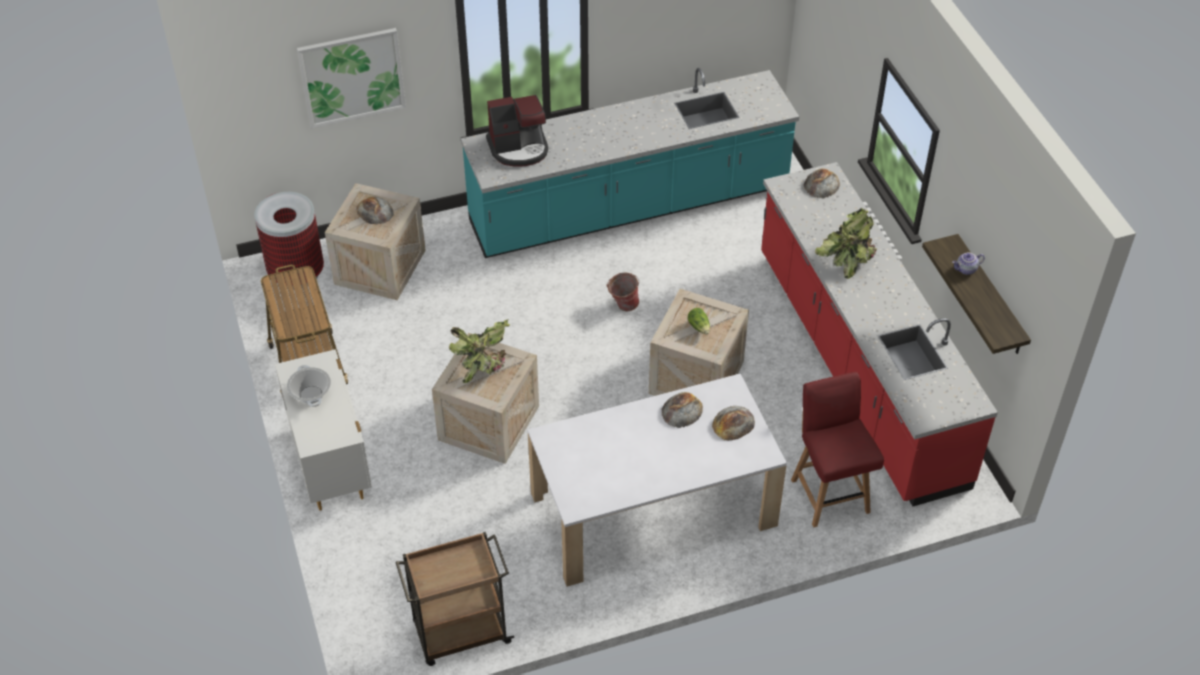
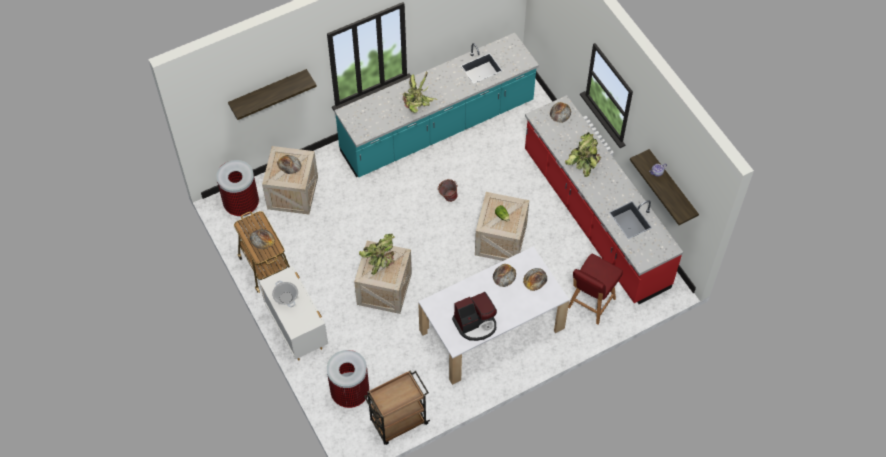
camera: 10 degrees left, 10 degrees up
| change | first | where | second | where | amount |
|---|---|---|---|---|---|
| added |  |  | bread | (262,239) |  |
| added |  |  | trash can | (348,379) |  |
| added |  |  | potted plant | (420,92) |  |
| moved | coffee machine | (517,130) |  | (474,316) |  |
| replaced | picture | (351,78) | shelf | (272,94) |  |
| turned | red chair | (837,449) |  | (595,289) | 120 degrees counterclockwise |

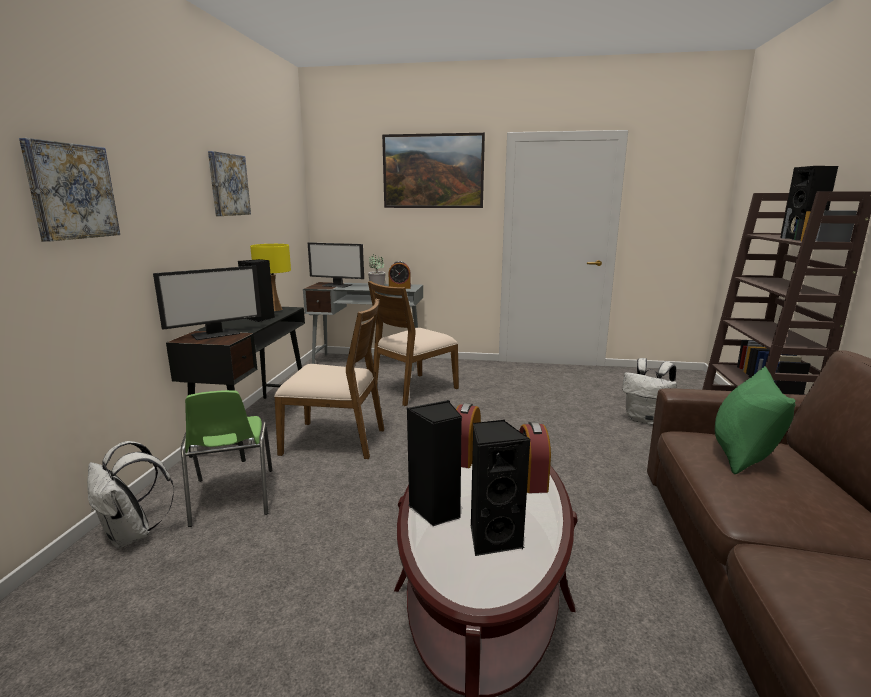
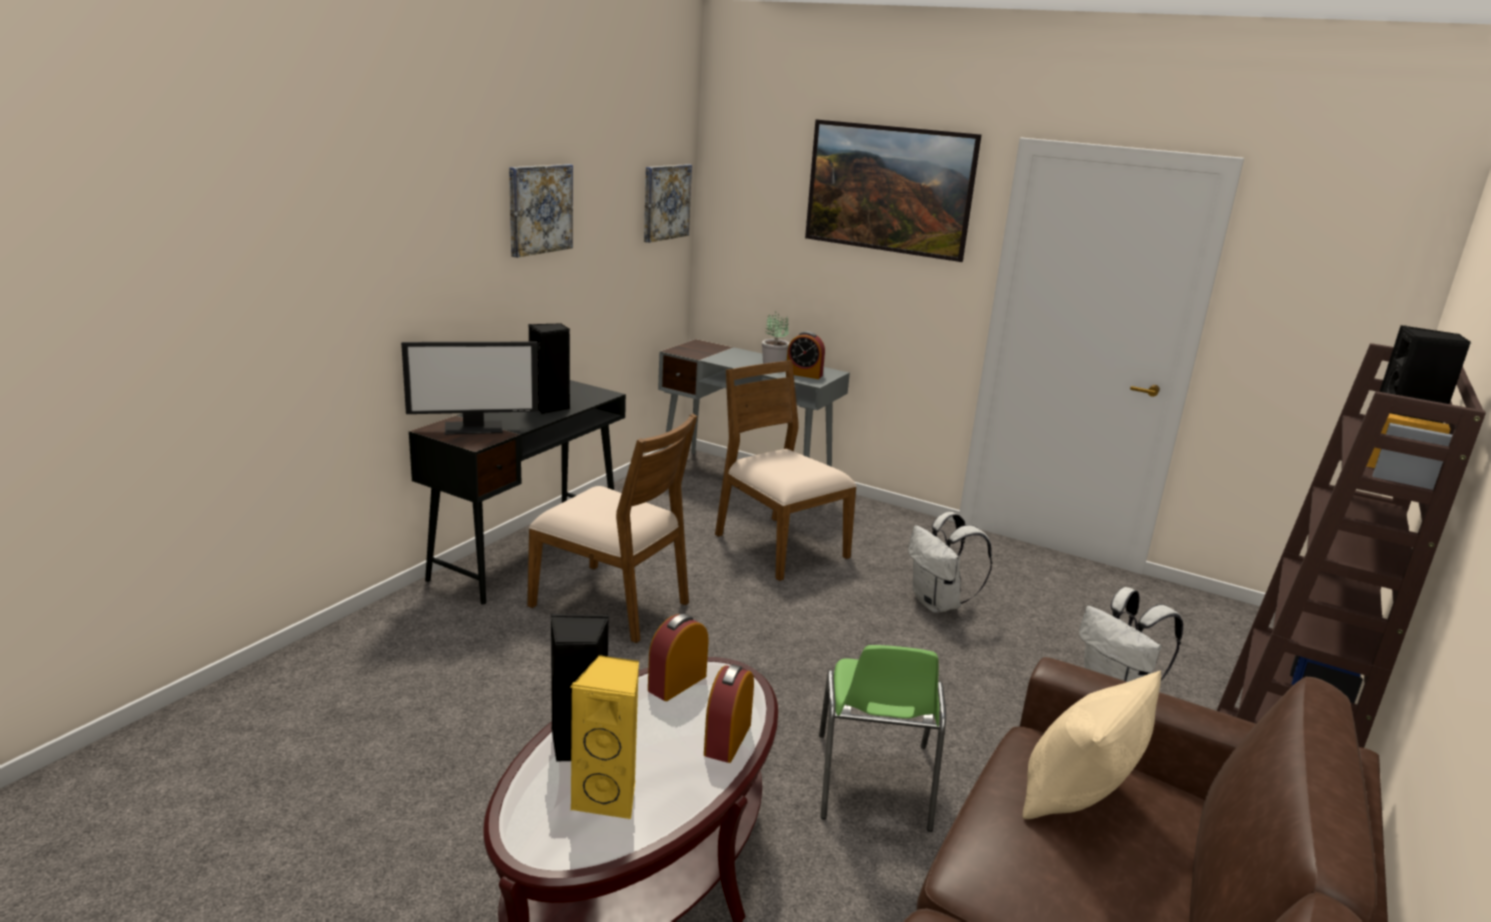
camera: 20 degrees right, 5 degrees up
| change | first | where | second | where | amount |
|---|---|---|---|---|---|
| removed | yellow table lamp | (270,277) |  |  |  |
| removed | monitor | (336,265) |  |  |  |
| moved | picture | (69,190) |  | (668,203) |  |
| moved | white backpack | (130,495) |  | (950,562) |  |
| moved | green chair | (226,458) |  | (882,738) |  |
| recoloured | black speaker | (500,488) | yellow speaker | (604,737) |  |
| recoloured | green pillow | (755,420) | beige pillow | (1091,744) |  |
| turned | brown chair | (413,343) |  | (786,470) | 75 degrees clockwise |

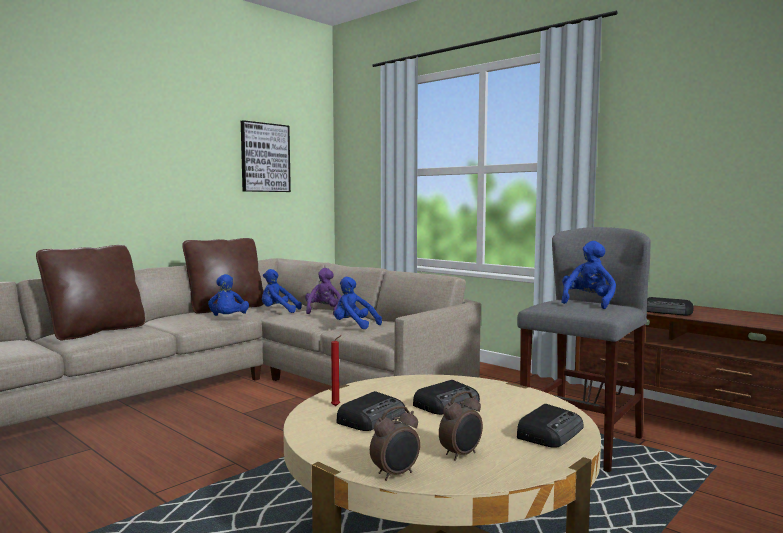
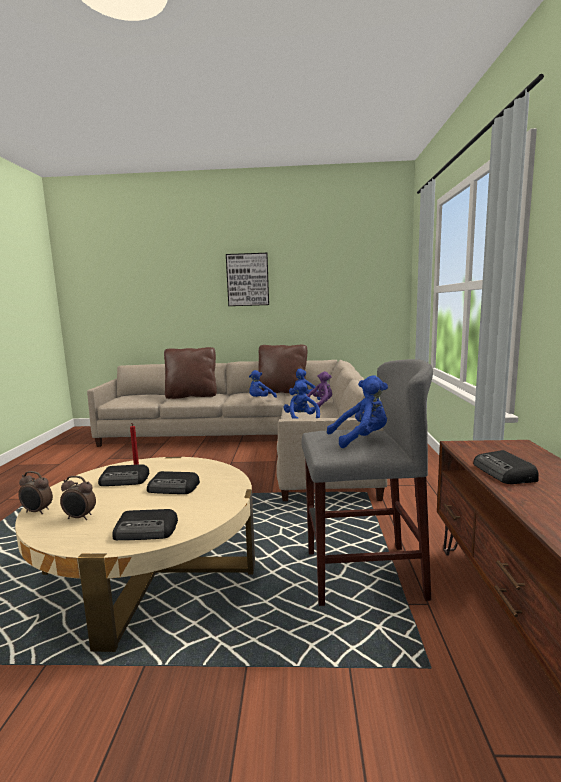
camera: 50 degrees right, 5 degrees up
| change | first | where | second | where | amount |
|---|---|---|---|---|---|
| moved | picture | (266,156) |  | (247,279) |  |

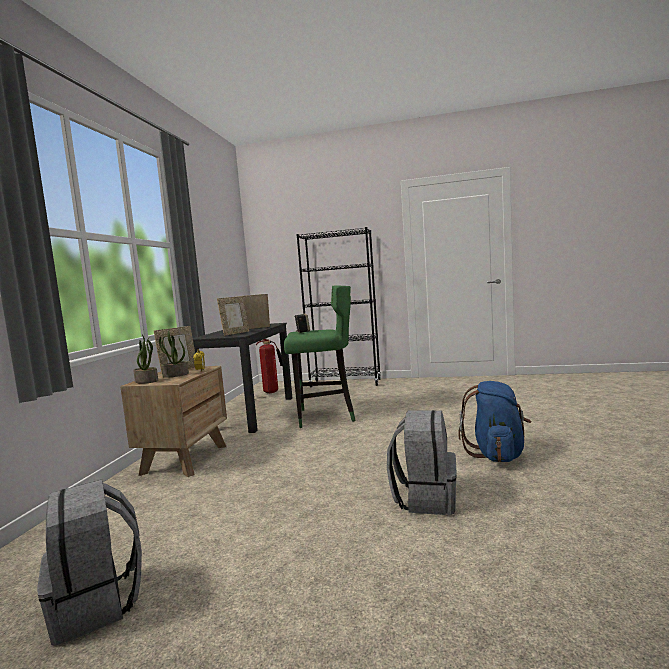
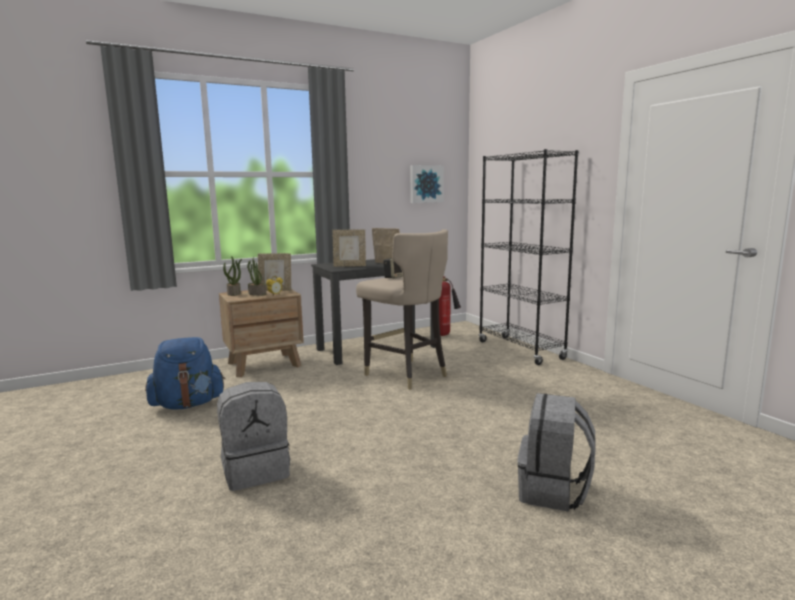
camera: 50 degrees right, 5 degrees up
| change | first | where | second | where | amount |
|---|---|---|---|---|---|
| added |  |  | picture | (427,184) |  |
| moved | grey backpack | (89,563) |  | (556,452) |  |
| moved | blue backpack | (495,421) |  | (185,373) |  |
| recoloured | green stool | (320,356) | beige stool | (402,309) |  |

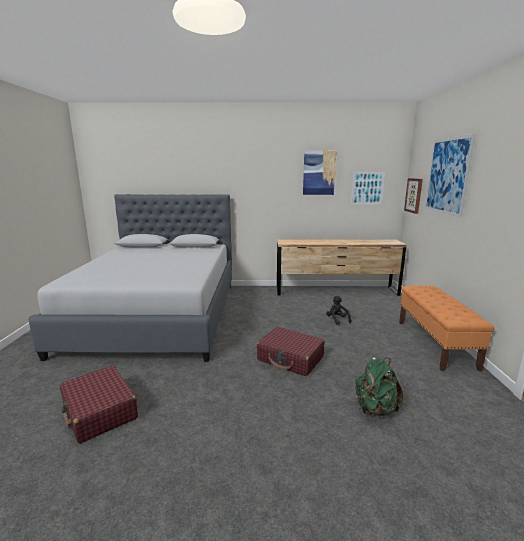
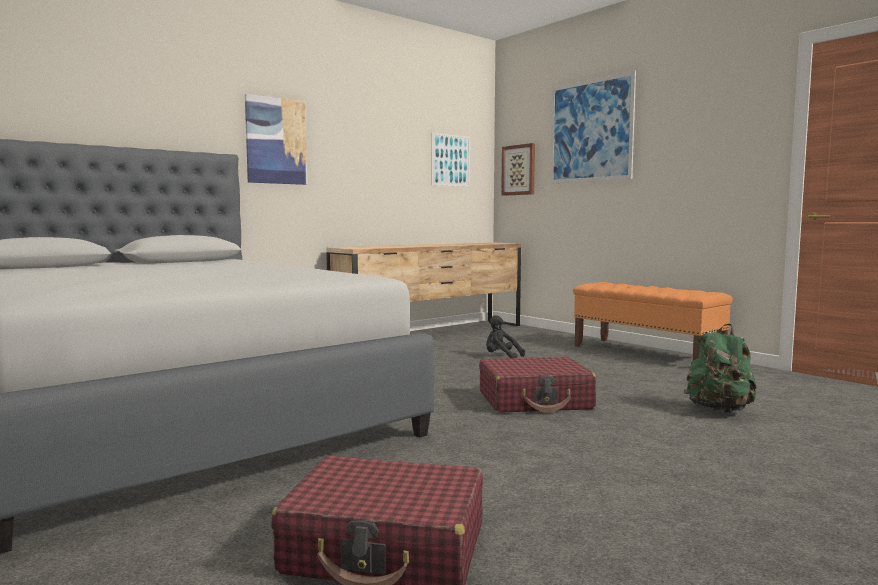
camera: 40 degrees left, 10 degrees down
| change | first | where | second | where | amount |
|---|---|---|---|---|---|
| moved | picture | (320,172) |  | (276,139) |  |

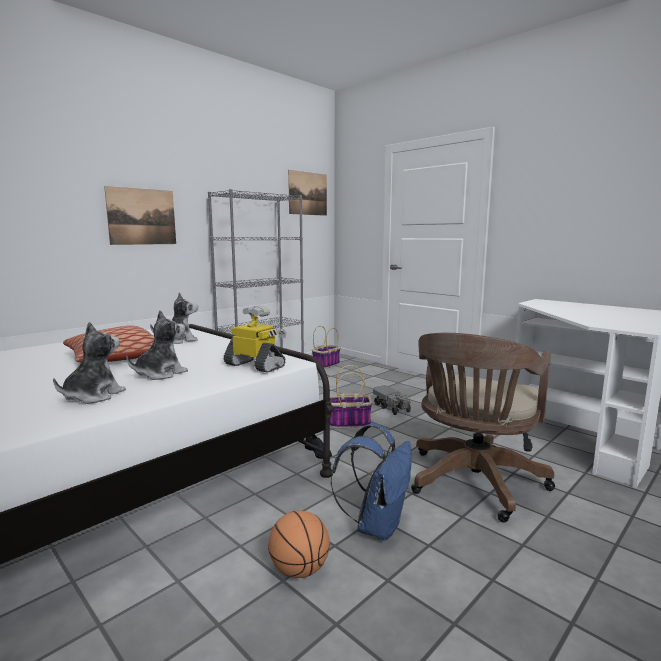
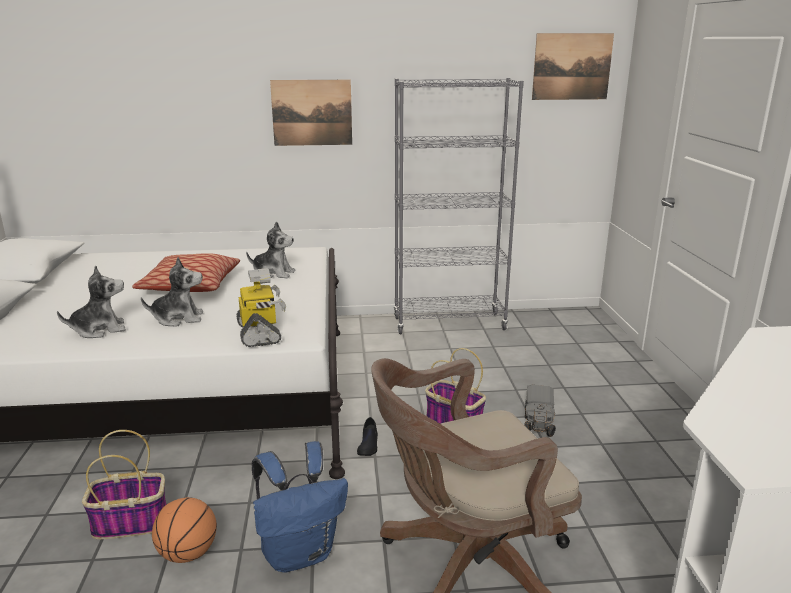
camera: 40 degrees right, 10 degrees up
| change | first | where | second | where | amount |
|---|---|---|---|---|---|
| moved | basket | (326,347) |  | (124,484) |  |

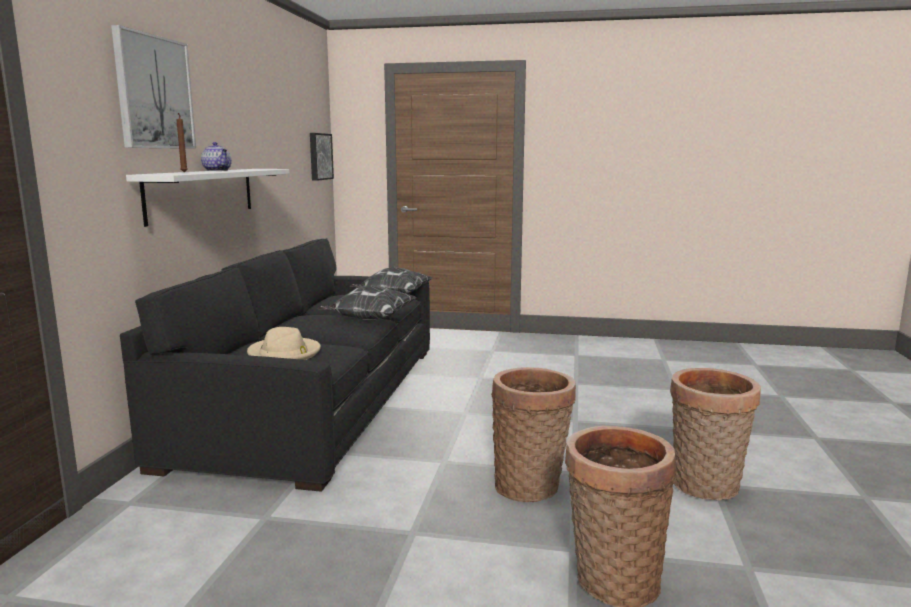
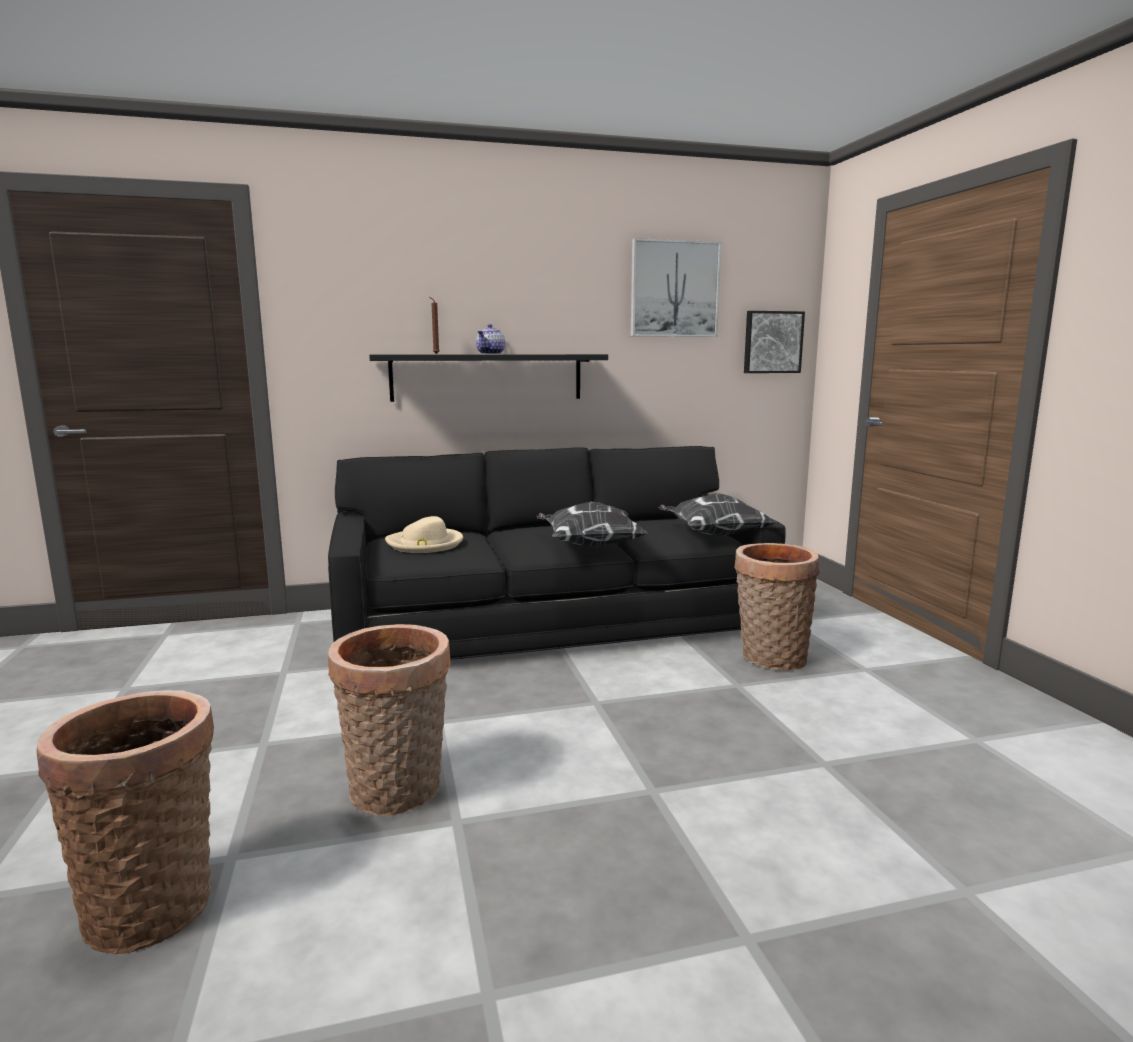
camera: 65 degrees right, 0 degrees up
| change | first | where | second | where | amount |
|---|---|---|---|---|---|
| moved | picture | (153,87) |  | (676,287) |  |
| moved | basket | (715,434) |  | (777,607) |  |
| recoloured | white shelf | (207,198) | black shelf | (488,378) |  |

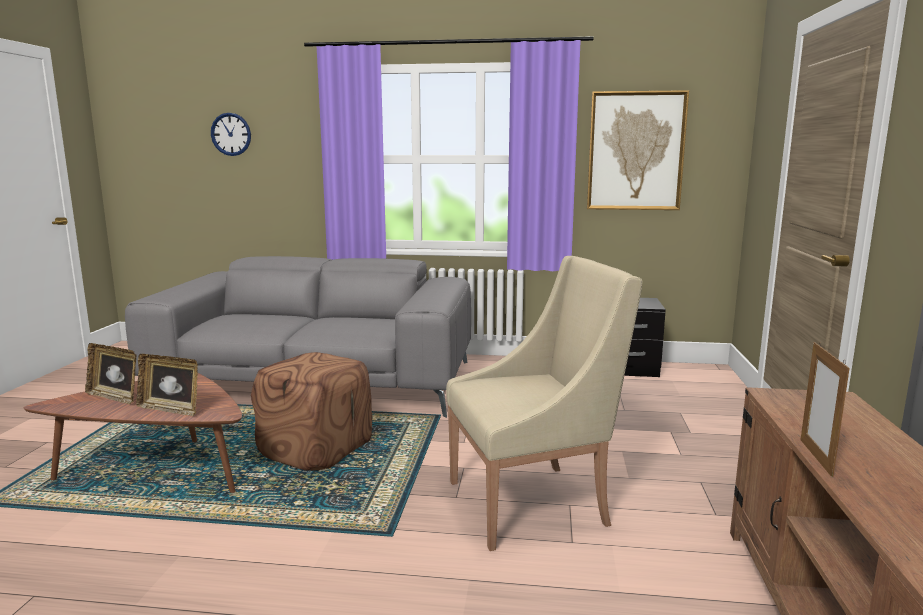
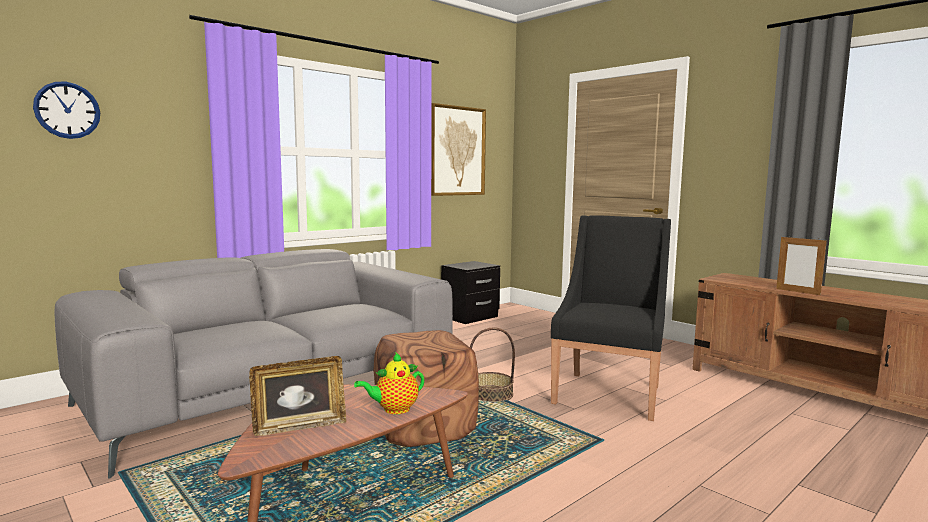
camera: 50 degrees left, 5 degrees down
| change | first | where | second | where | amount |
|---|---|---|---|---|---|
| added |  |  | basket | (492,364) |  |
| replaced | picture frame | (167,385) | teapot | (389,383) |  |
| recoloured | beige armchair | (544,403) | black armchair | (611,318) |  |

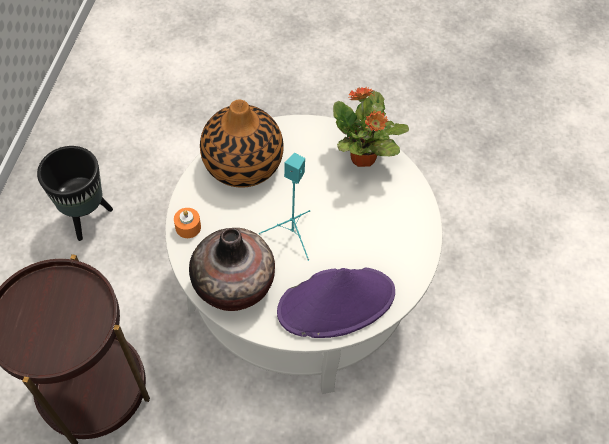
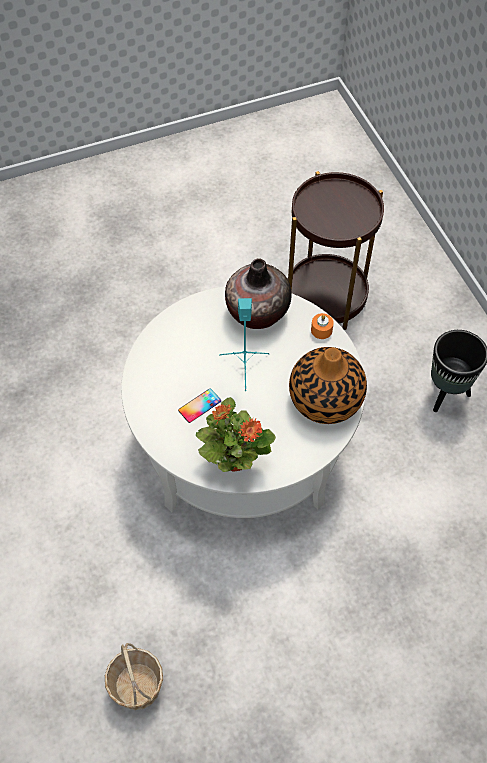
camera: 150 degrees right, 0 degrees up
| change | first | where | second | where | amount |
|---|---|---|---|---|---|
| removed | purple hat | (336,303) |  |  |  |
| added |  |  | basket | (134,676) |  |
| added |  |  | phone | (199,405) |  |

